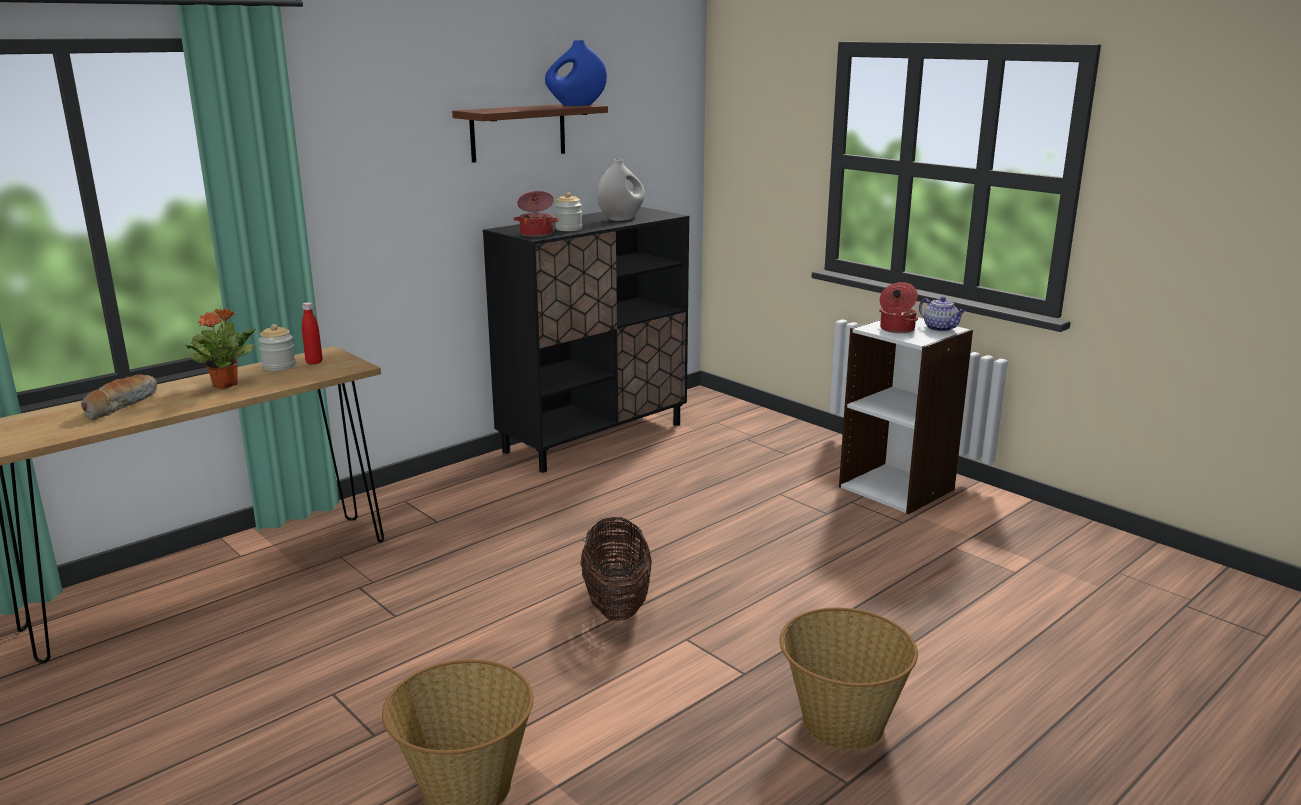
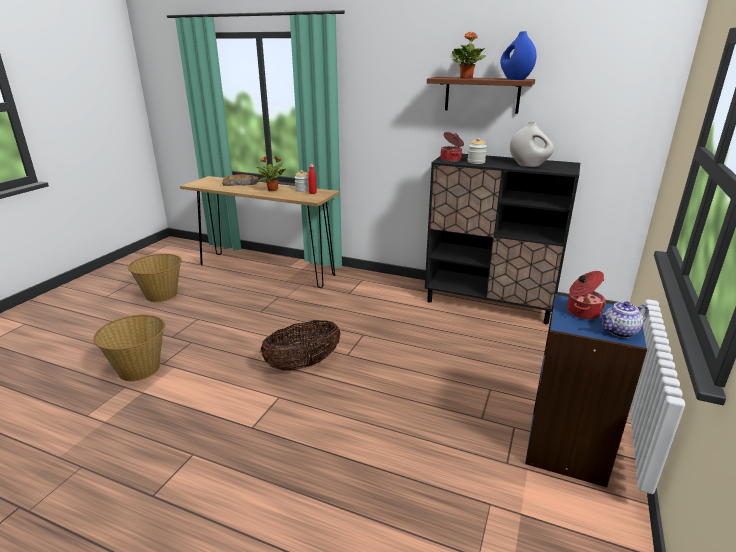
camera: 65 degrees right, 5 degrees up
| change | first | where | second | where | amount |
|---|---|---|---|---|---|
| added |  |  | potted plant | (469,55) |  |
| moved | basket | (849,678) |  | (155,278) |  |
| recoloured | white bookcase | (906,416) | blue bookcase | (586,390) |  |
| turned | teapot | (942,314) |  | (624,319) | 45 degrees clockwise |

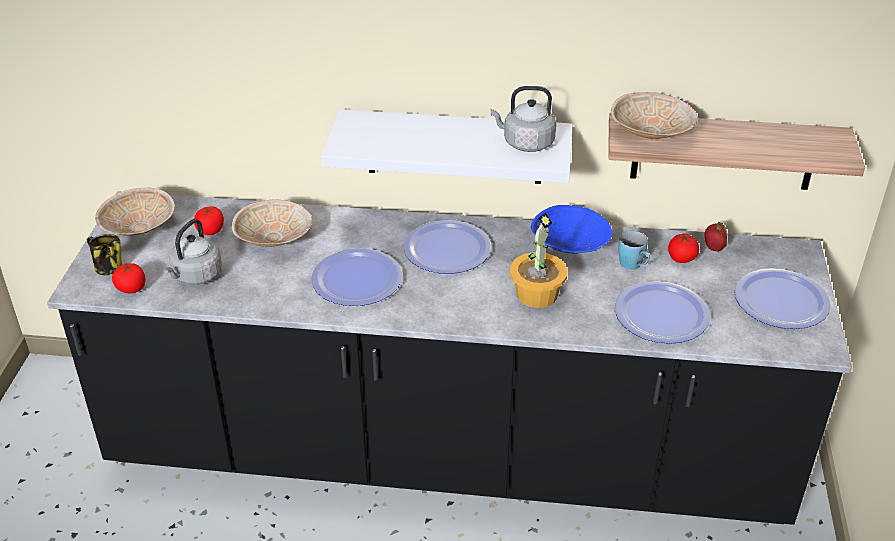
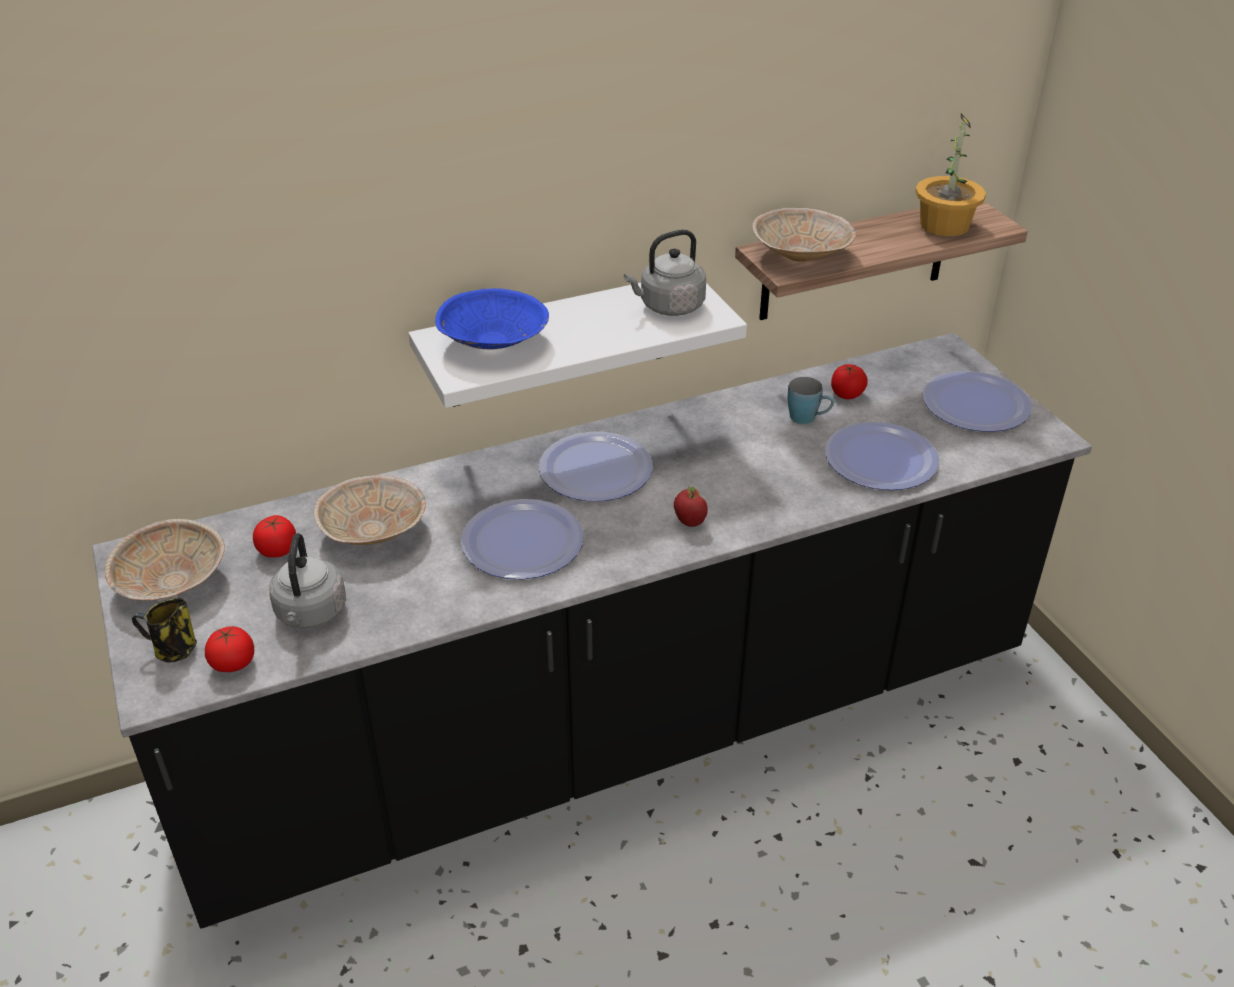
camera: 30 degrees left, 0 degrees up
| change | first | where | second | where | amount |
|---|---|---|---|---|---|
| moved | potted plant | (539,260) |  | (950,174) |  |
| moved | blue bowl | (571,229) |  | (492,318) |  |
| moved | apple | (715,236) |  | (691,507) |  |

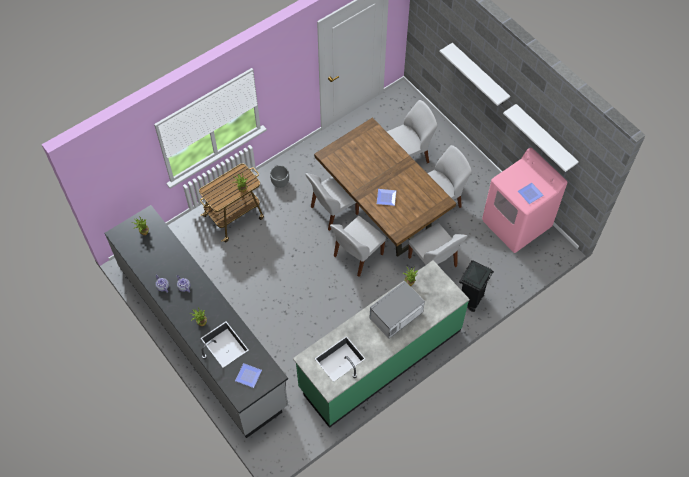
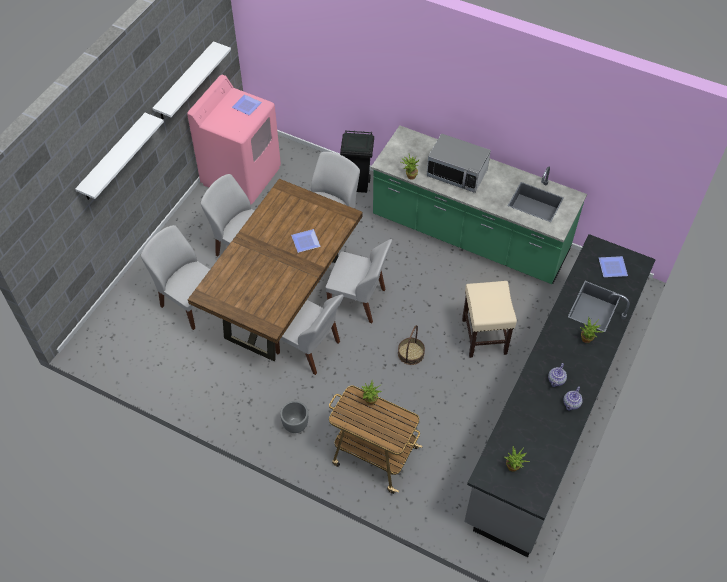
camera: 115 degrees left, 5 degrees down
| change | first | where | second | where | amount |
|---|---|---|---|---|---|
| added |  |  | basket | (411,345) |  |
| added |  |  | beige stool | (489,319) |  |

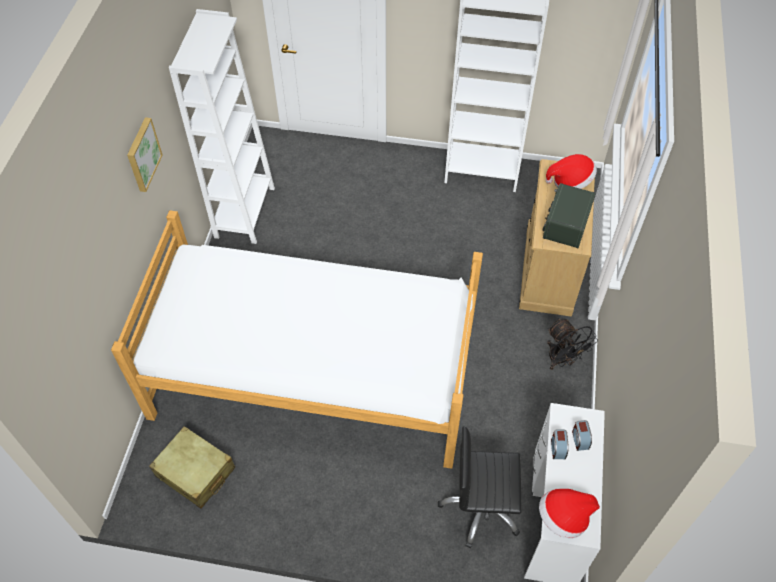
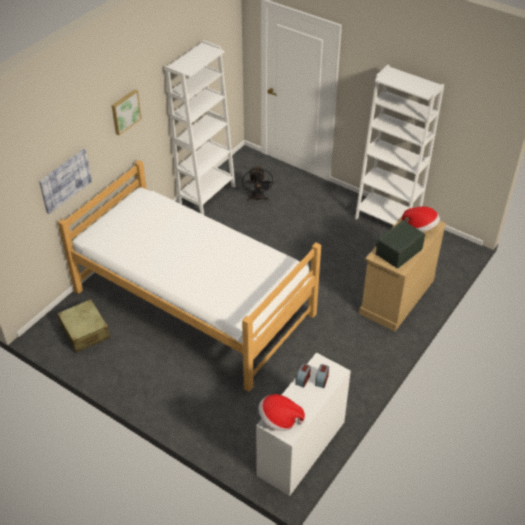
camera: 25 degrees right, 10 degrees down
| change | first | where | second | where | amount |
|---|---|---|---|---|---|
| removed | black office chair | (479,487) |  |  |  |
| added |  |  | picture | (65,181) |  |
| moved | black fan | (572,344) |  | (258,183) |  |

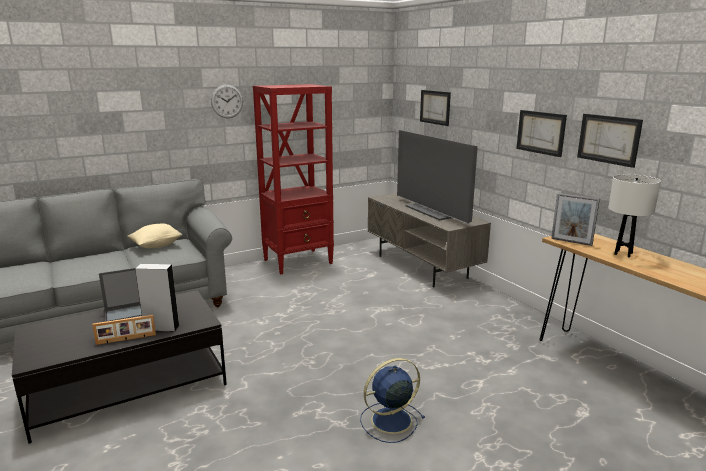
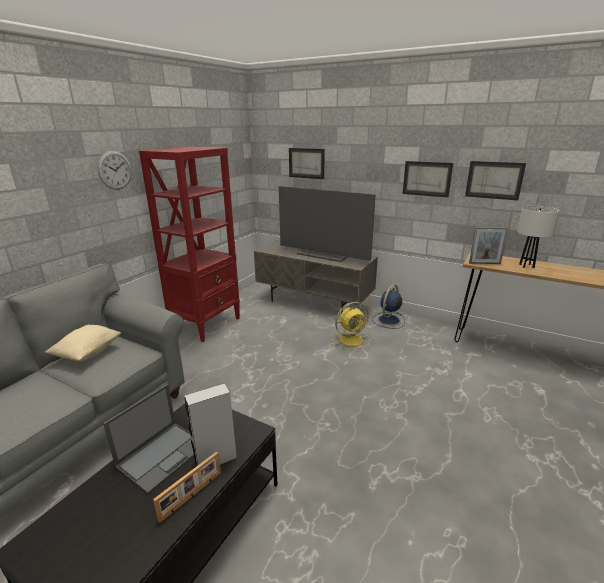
camera: 30 degrees left, 5 degrees up
| change | first | where | second | where | amount |
|---|---|---|---|---|---|
| added |  |  | yellow fan | (350,325) |  |
| moved | blue fan | (392,400) |  | (388,306) |  |

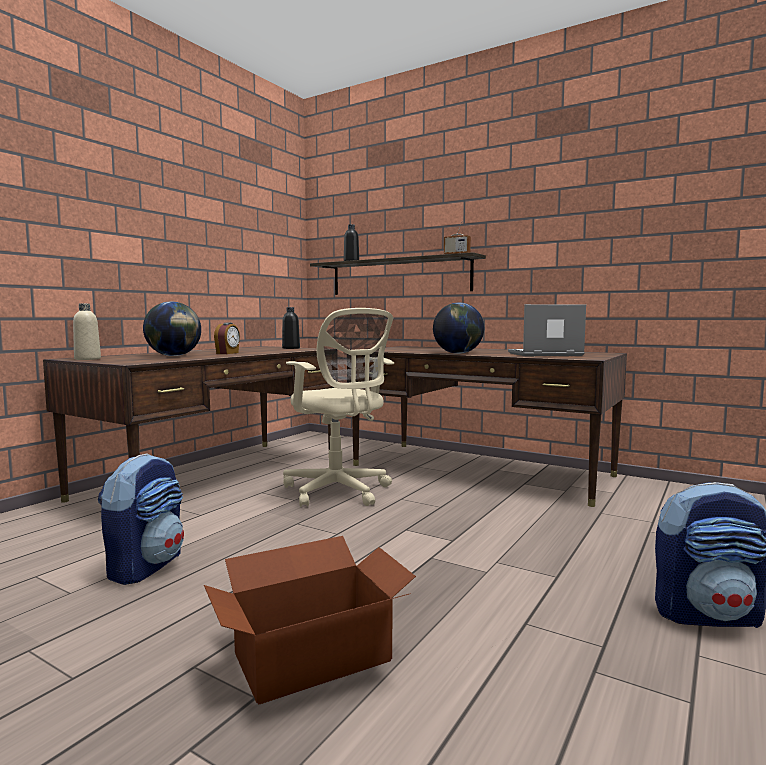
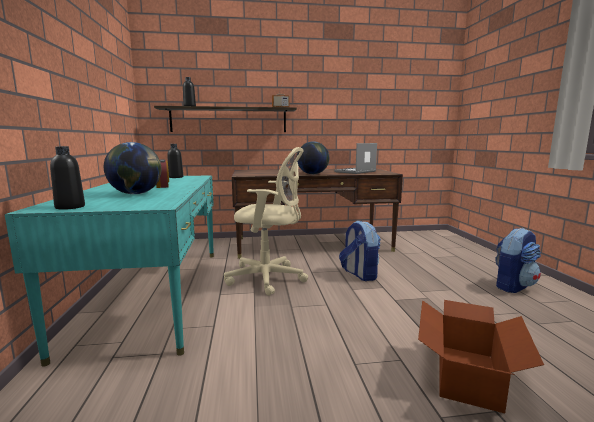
camera: 40 degrees left, 5 degrees up
| change | first | where | second | where | amount |
|---|---|---|---|---|---|
| moved | backpack | (141,519) |  | (360,250) |  |
| recoloured | brown desk | (190,424) | turquoise desk | (109,271) |  |
| recoloured | beige bottle | (87,332) | black bottle | (67,178) |  |

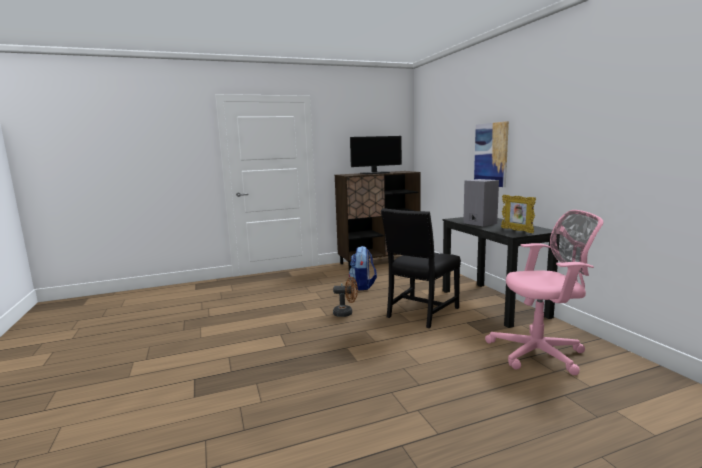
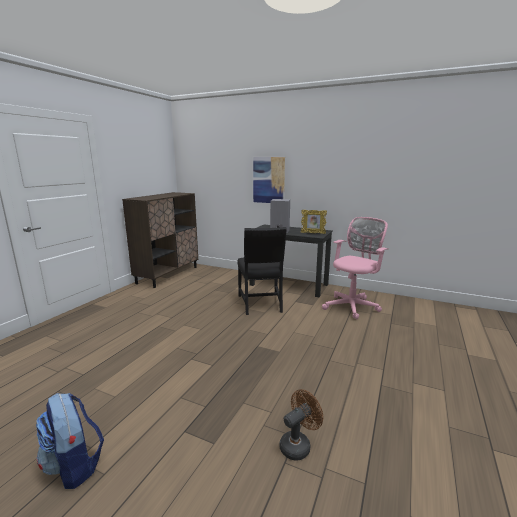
camera: 45 degrees left, 5 degrees up
| change | first | where | second | where | amount |
|---|---|---|---|---|---|
| removed | monitor | (376,155) |  |  |  |
| moved | brown fan | (345,297) |  | (301,425) |  |
| moved | backpack | (363,268) |  | (70,441) |  |

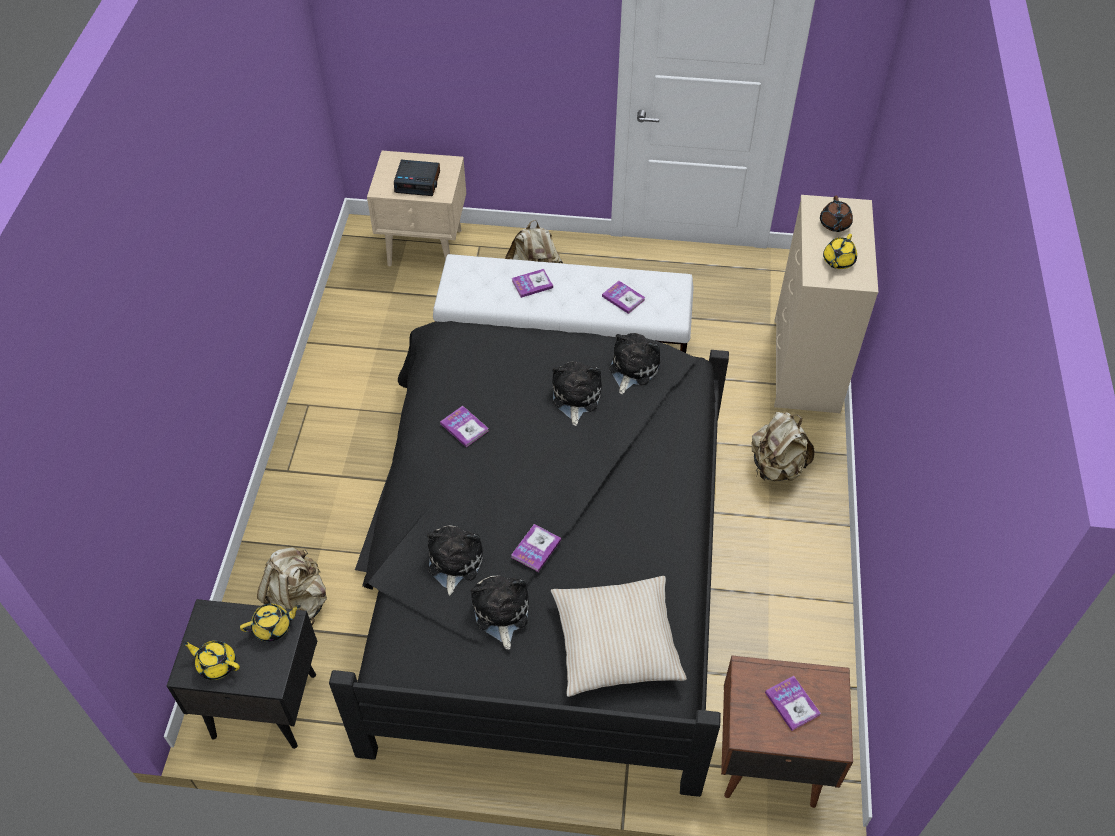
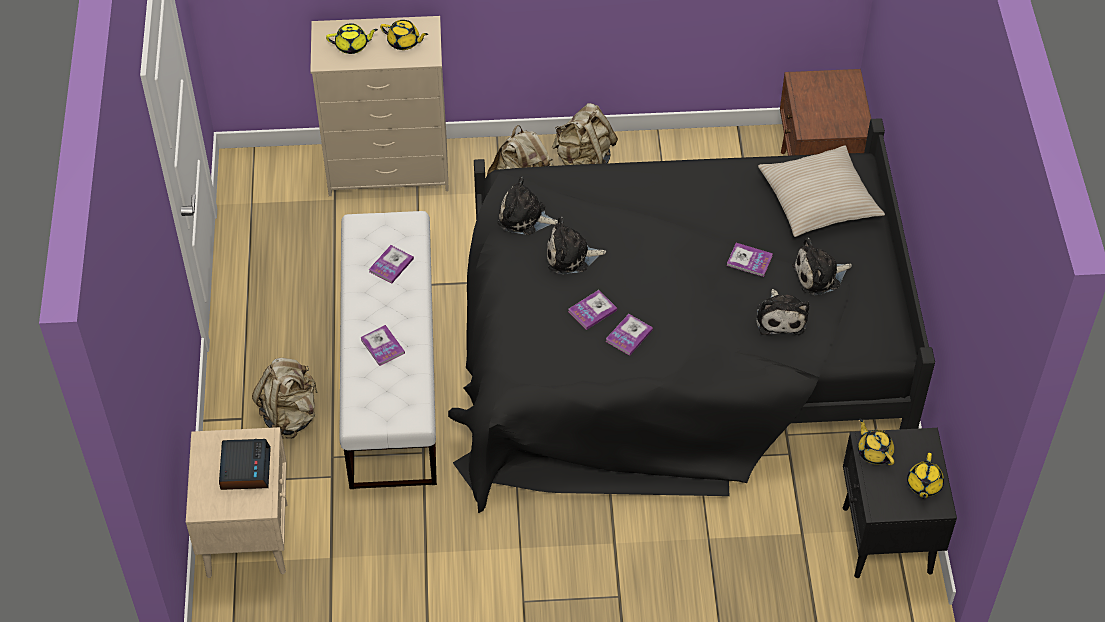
camera: 100 degrees left, 0 degrees up
| change | first | where | second | where | amount |
|---|---|---|---|---|---|
| moved | beige backpack | (292,586) |  | (585,134) |  |
| moved | book | (793,703) |  | (592,310) |  |
| recoloured | brown teapot | (836,214) | yellow teapot | (352,38) |  |
| turned | plush toy | (455,561) |  | (782,312) | 90 degrees counterclockwise |

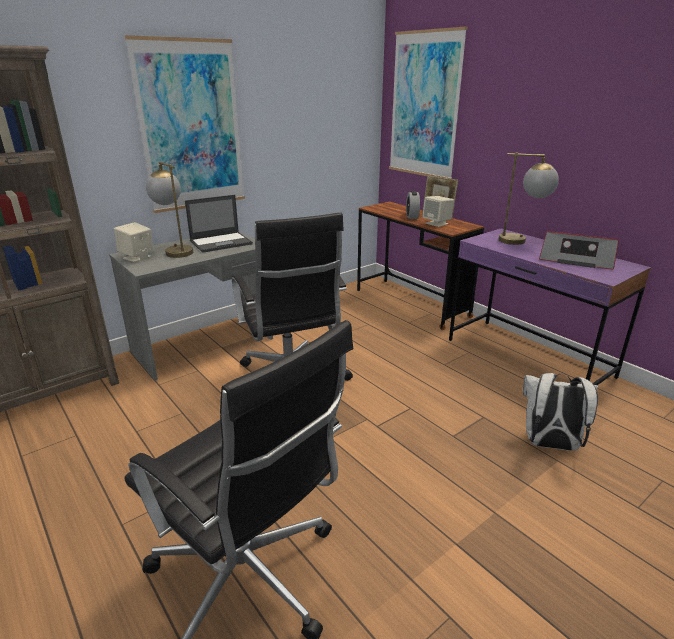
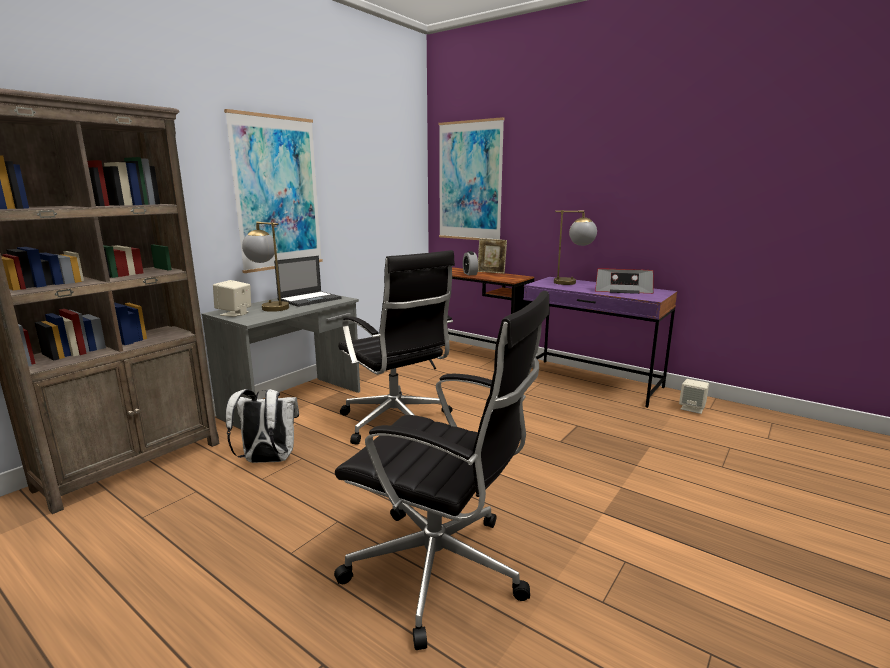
camera: 15 degrees left, 10 degrees down
| change | first | where | second | where | amount |
|---|---|---|---|---|---|
| moved | beige speaker | (438,211) |  | (694,396) |  |
| moved | white backpack | (560,412) |  | (262,426) |  |

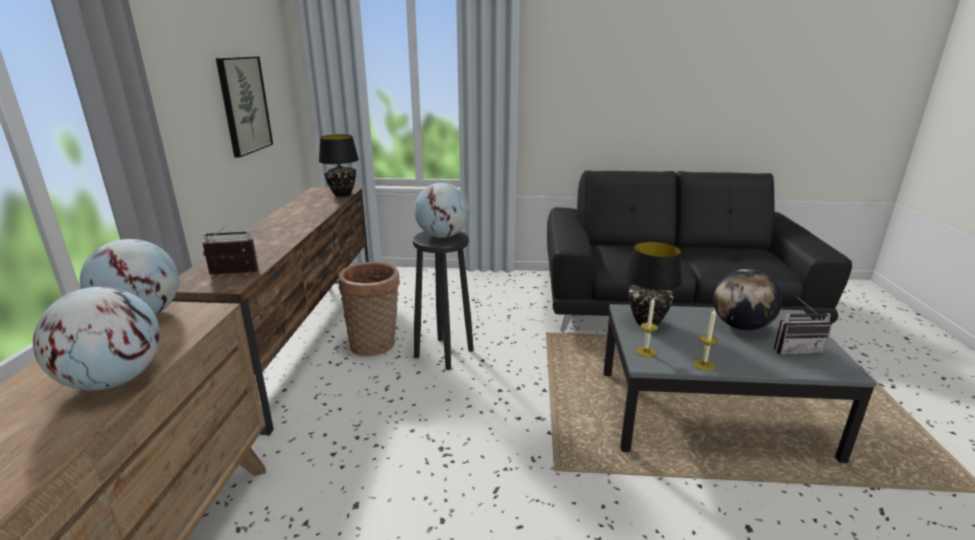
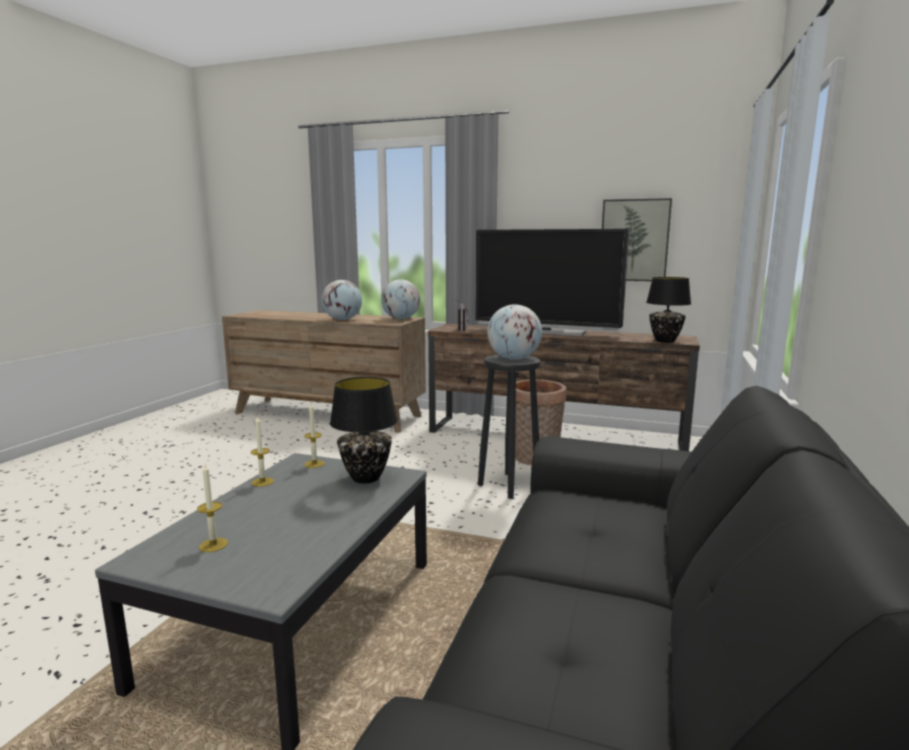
camera: 105 degrees right, 10 degrees down
| change | first | where | second | where | amount |
|---|---|---|---|---|---|
| removed | globe | (747,300) |  |  |  |
| added |  |  | television | (552,282) |  |
| replaced | radio | (803,325) | candle | (212,508) |  |

